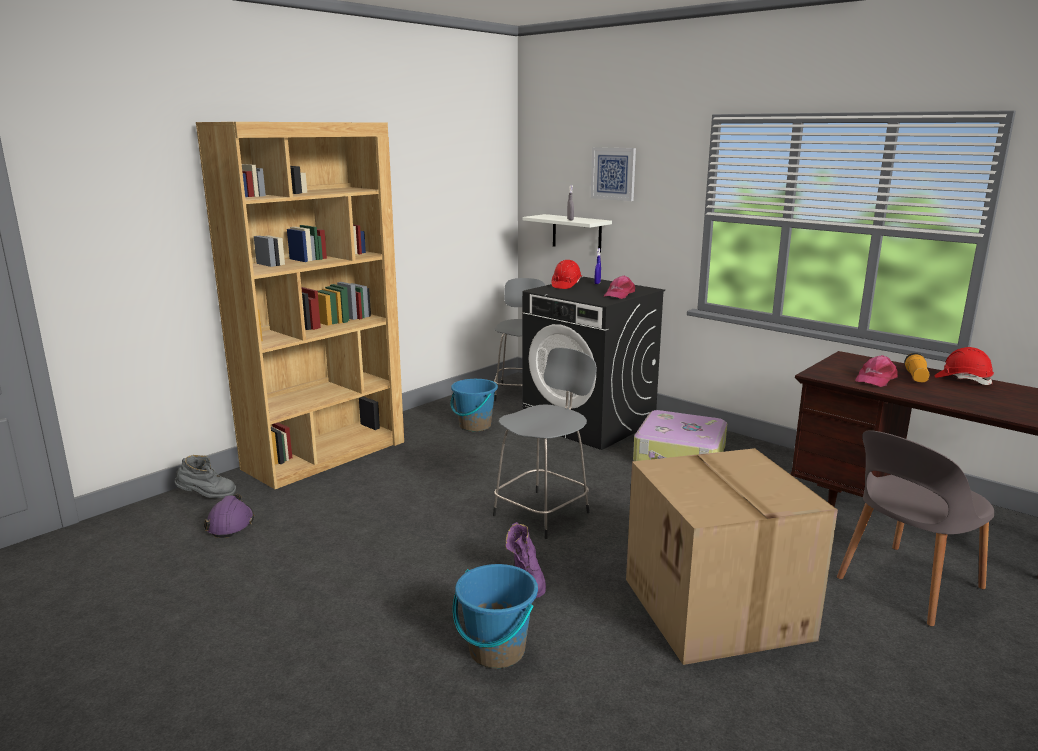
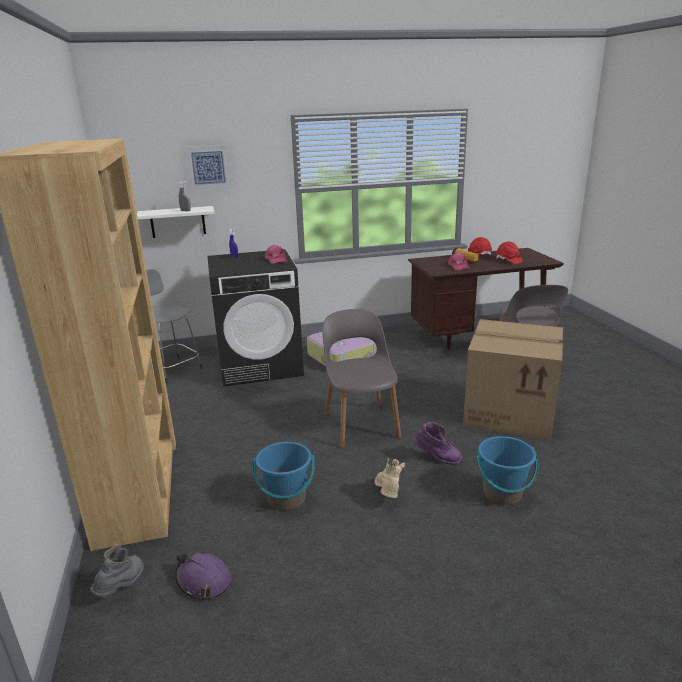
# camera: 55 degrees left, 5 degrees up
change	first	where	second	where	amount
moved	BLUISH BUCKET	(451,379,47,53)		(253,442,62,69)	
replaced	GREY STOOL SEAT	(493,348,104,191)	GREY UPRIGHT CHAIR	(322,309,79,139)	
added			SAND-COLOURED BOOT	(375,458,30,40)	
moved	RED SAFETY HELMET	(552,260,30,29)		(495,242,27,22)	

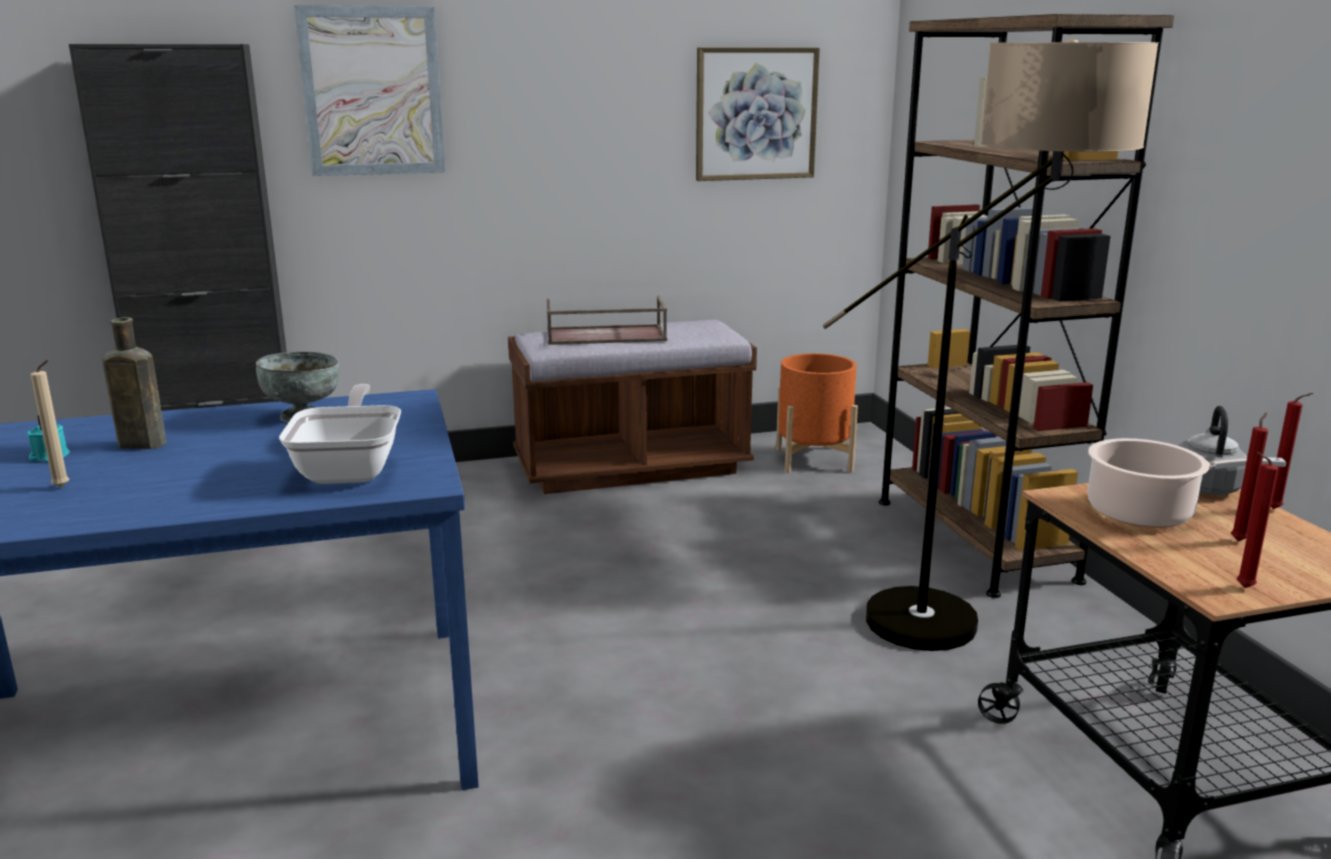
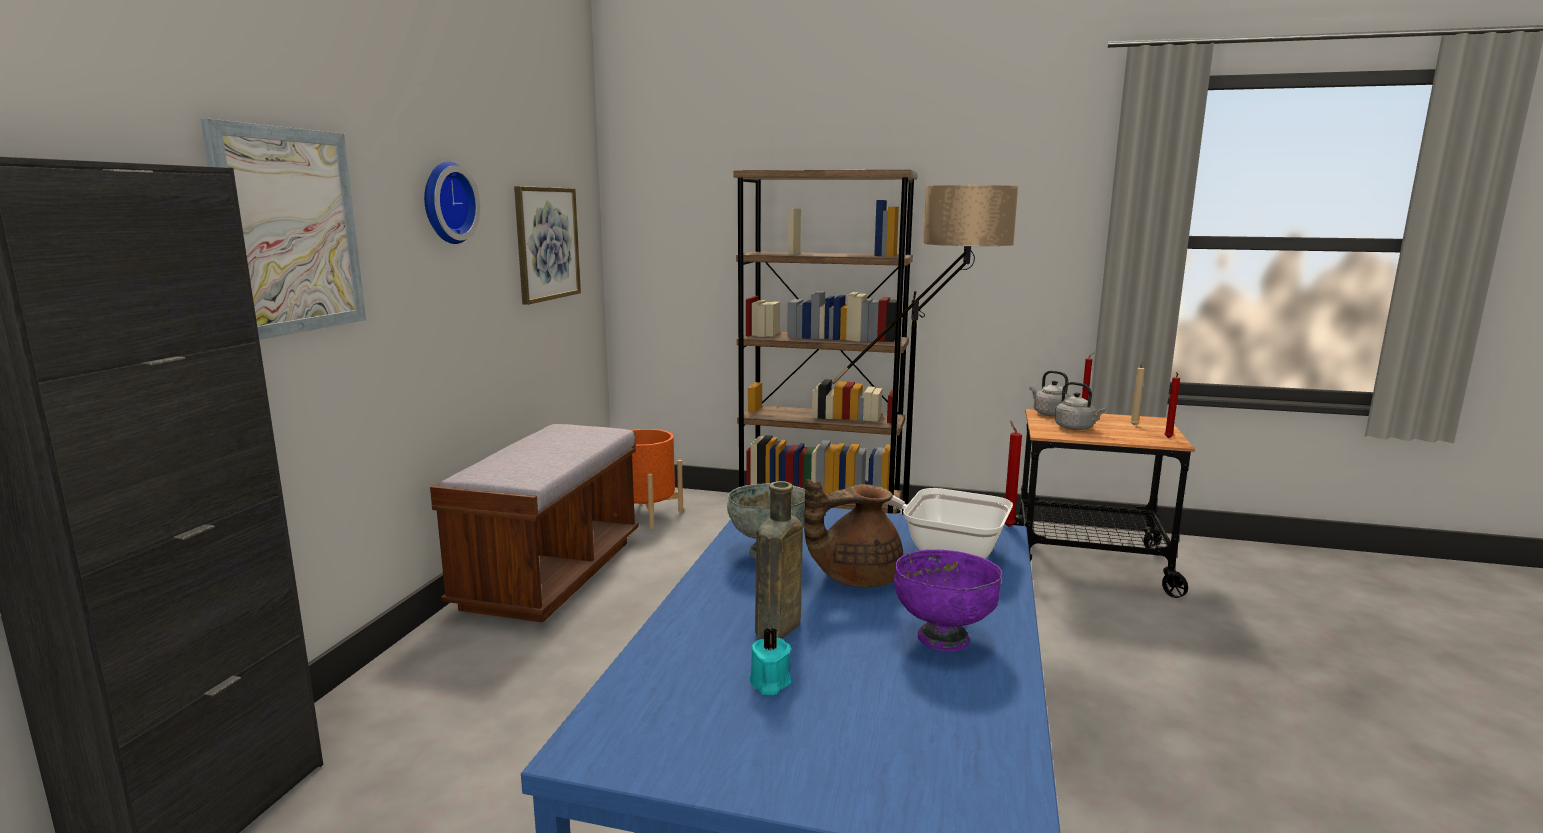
# camera: 60 degrees left, 5 degrees down
change	first	where	second	where	amount
added			HANGING CLOCK	(424,162,56,82)	
added			BROWN-COLOURED TEA POT	(804,479,99,108)	
added			PURPLE-COLOURED DEEP DISH	(894,549,108,103)	
moved	RED WAX LIGHT	(1231,412,37,129)		(1005,420,17,107)	
replaced	COOKING POT	(1088,438,198,90)	GREY KETTLE	(1055,382,51,48)	
moved	SAND-COLOURED WAX LIGHT	(30,360,39,128)		(1130,361,14,64)	
removed	BROWN-COLOURED TRAY	(547,296,120,49)			

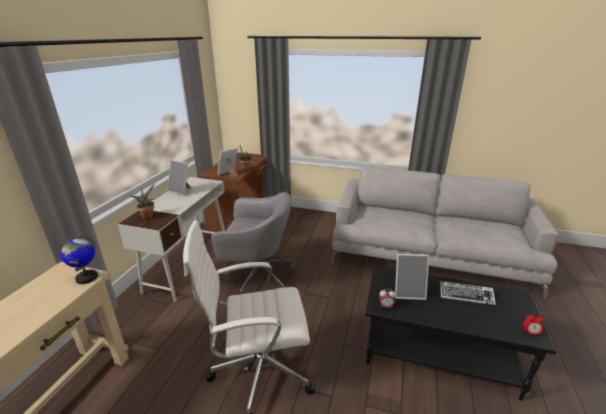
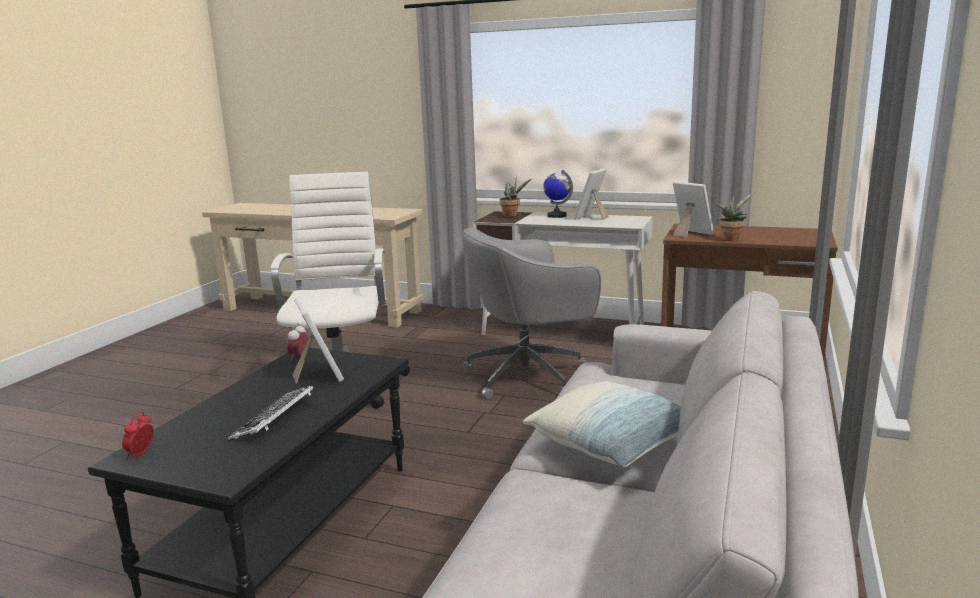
# camera: 95 degrees right, 10 degrees down
change	first	where	second	where	amount
turned	STANDING FRAME	(395,254,34,46)		(293,298,51,86)	150 degrees clockwise
turned	GREY OFFICE CHAIR	(211,192,85,102)		(462,227,139,173)	60 degrees clockwise
added			CUSHION	(523,381,158,87)	
moved	DESK GLOBE	(61,235,37,49)		(543,170,30,48)	

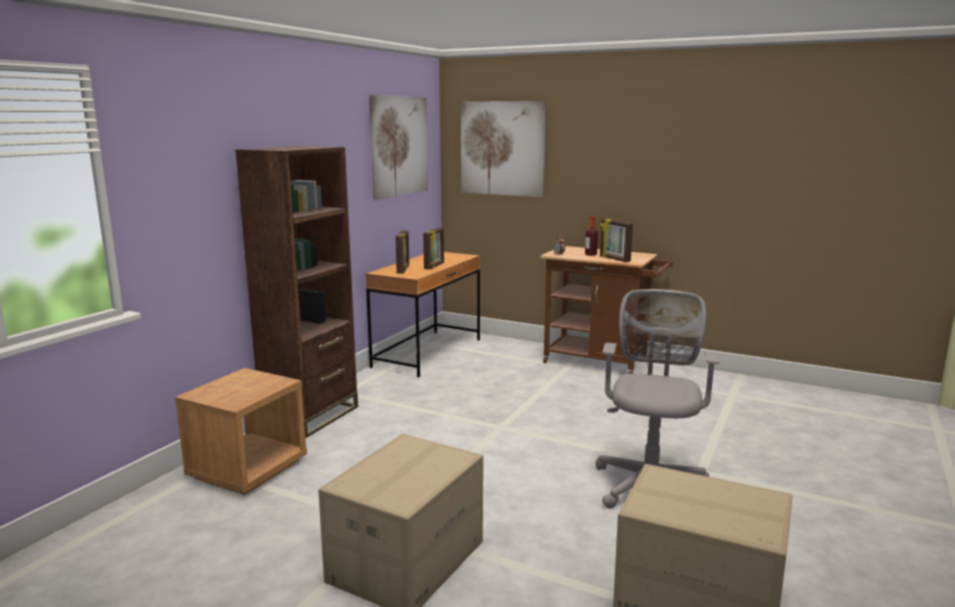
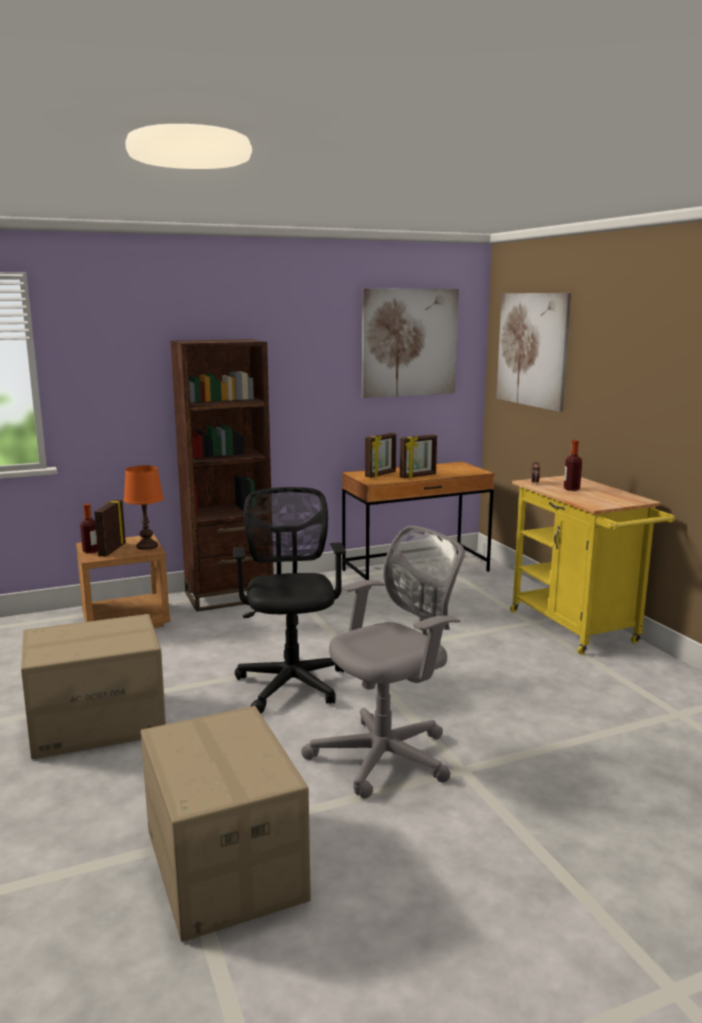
# camera: 40 degrees right, 0 degrees up
change	first	where	second	where	amount
added			DRINK BOTTLE	(80,504,18,49)	
moved	STANDING FRAME	(600,219,33,43)		(94,500,32,57)	
added			ORANGE TABLETOP LAMP	(124,465,40,85)	
added			BLACK OFFICE CHAIR	(233,487,113,227)	
recoloured	BROWN-COLOURED WHEELED CART	(540,246,133,128)	YELLOW-COLOURED WHEELED CART	(510,476,165,179)	

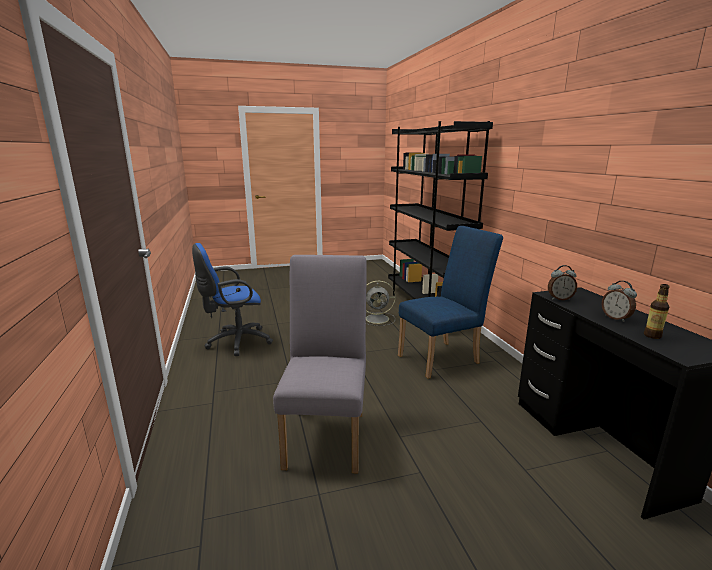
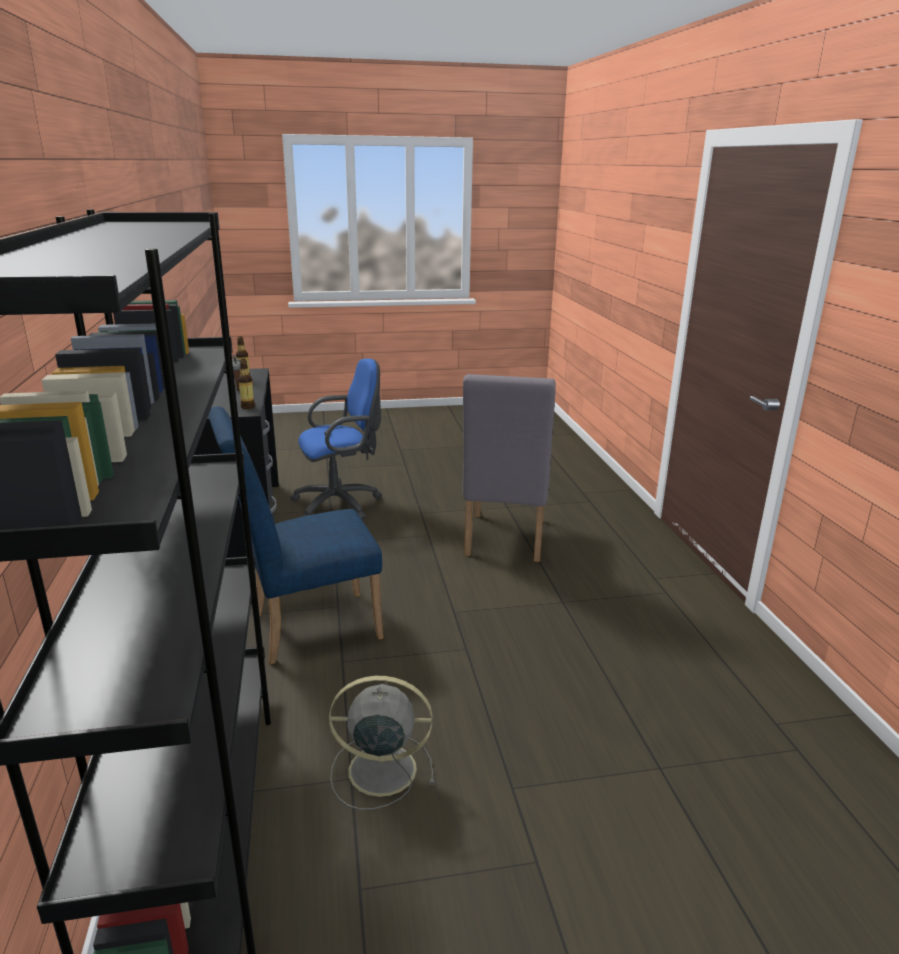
# camera: 175 degrees left, 5 degrees up
change	first	where	second	where	amount
replaced	BEDSIDE CLOCK	(548,265,29,35)	DRINK BOTTLE	(238,359,17,50)	
moved	BLUISH OFFICE CHAIR	(192,243,81,113)		(290,358,92,162)	

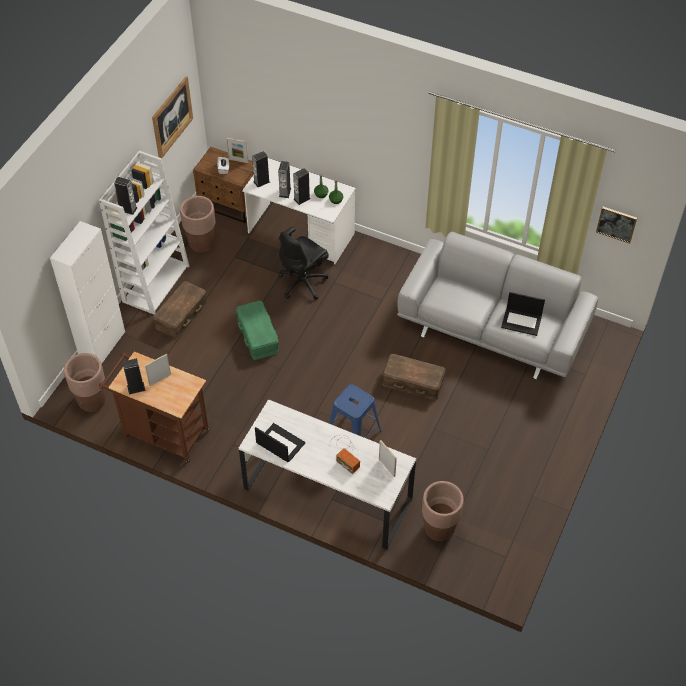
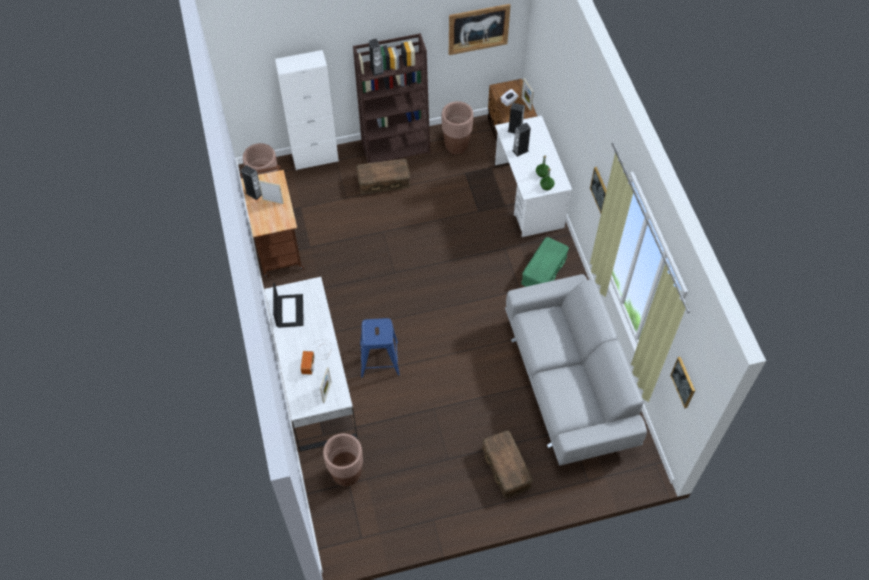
# camera: 50 degrees right, 5 degrees up
change	first	where	second	where	amount
recoloured	WHITE SHELVING UNIT	(99,151,90,164)	BROWN-COLOURED SHELVING UNIT	(353,33,77,130)	
moved	BROWN-COLOURED STORAGE BIN	(382,354,64,46)		(482,430,51,68)	
moved	GREENISH STORAGE BIN	(236,301,43,59)		(521,237,48,50)	
added			PICTURE	(590,167,16,47)	
removed	BLACK OFFICE CHAIR	(278,227,51,73)			
removed	AUDIO SPEAKER	(293,168,18,37)			
removed	LAPTOP	(501,292,44,44)			

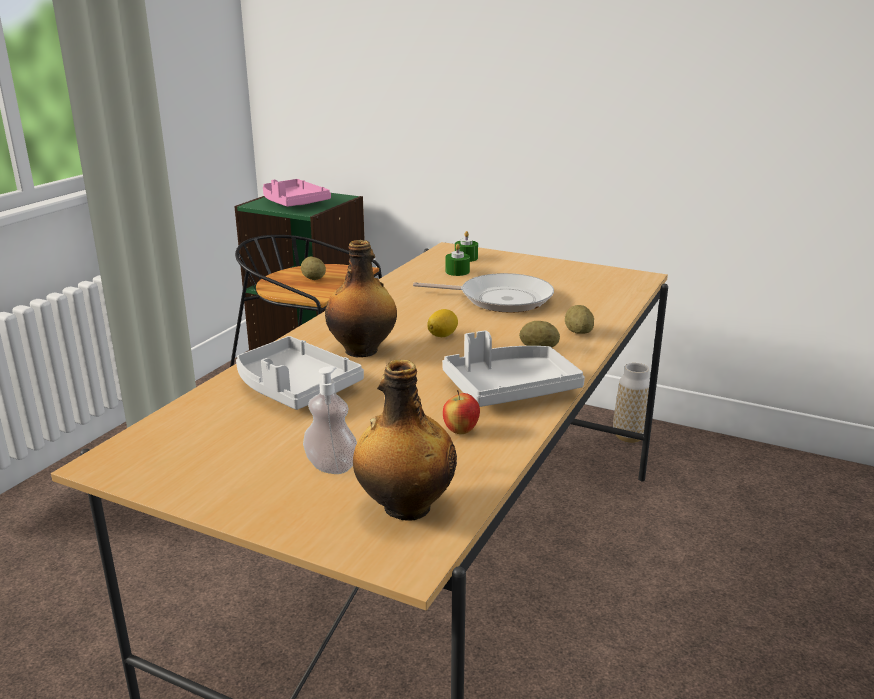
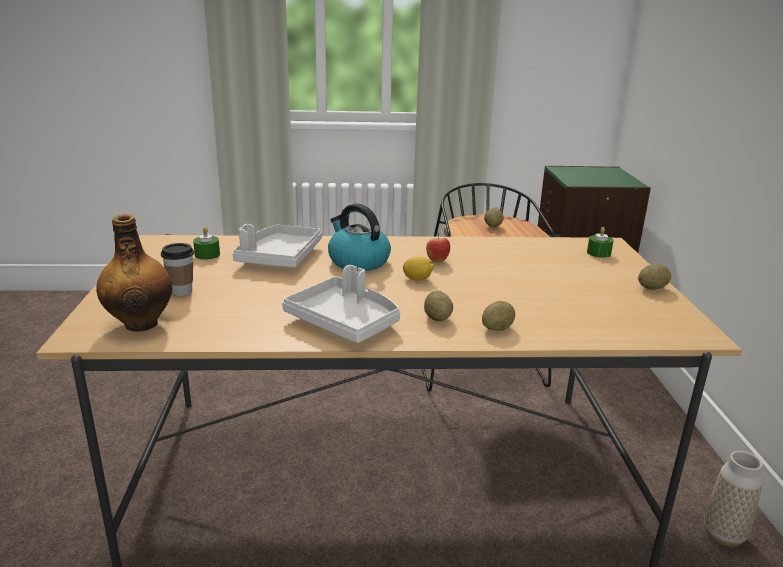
# camera: 60 degrees right, 0 degrees up
change	first	where	second	where	amount
replaced	SOAP BOTTLE	(303,366,54,108)	CUP	(161,243,33,53)	
moved	GREENISH WAX LIGHT	(445,244,25,32)		(193,227,27,33)	
replaced	DRINK BOTTLE	(325,240,72,117)	KETTLE	(328,204,63,67)	
moved	APPLE	(443,390,37,44)		(426,233,24,30)	
added			POTATO	(638,264,33,26)	
removed	PINK-COLOURED TRAY	(263,179,68,28)			
removed	PAN	(413,273,141,40)			

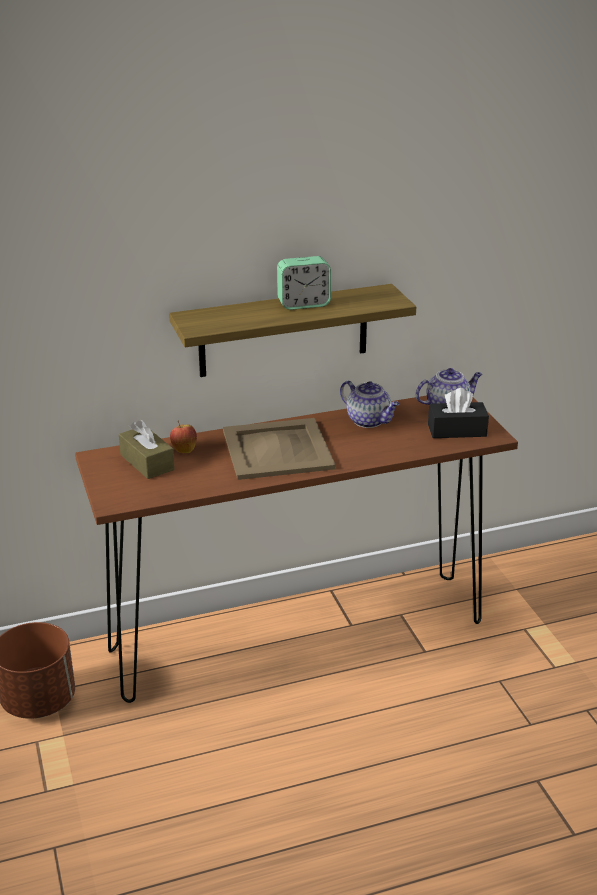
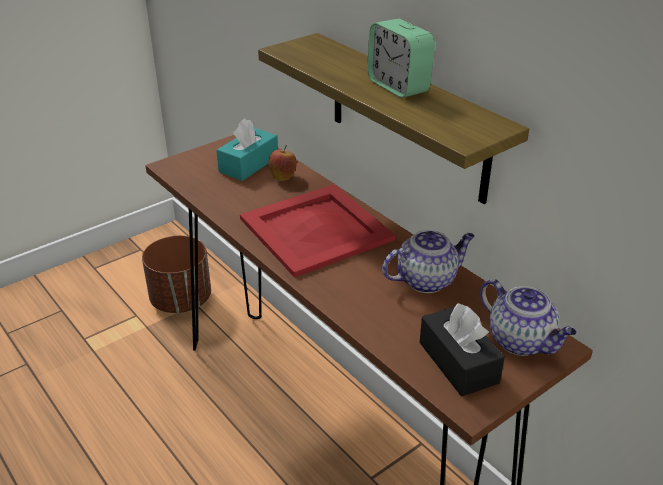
# camera: 70 degrees right, 5 degrees up
change	first	where	second	where	amount
recoloured	BROWN-COLOURED TISSUE HOLDER	(119,420,56,59)	TURQUOISE TISSUE HOLDER	(216,118,62,63)	
recoloured	SAND-COLOURED TRAY	(223,418,113,62)	RED TRAY	(240,184,155,94)	
turned	TEA POT	(340,380,60,48)		(382,230,93,63)	135 degrees counterclockwise

